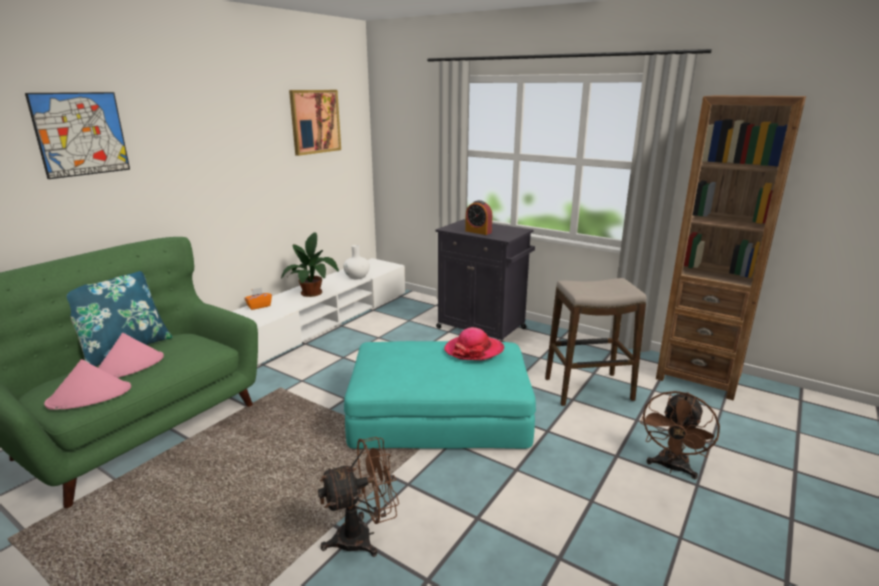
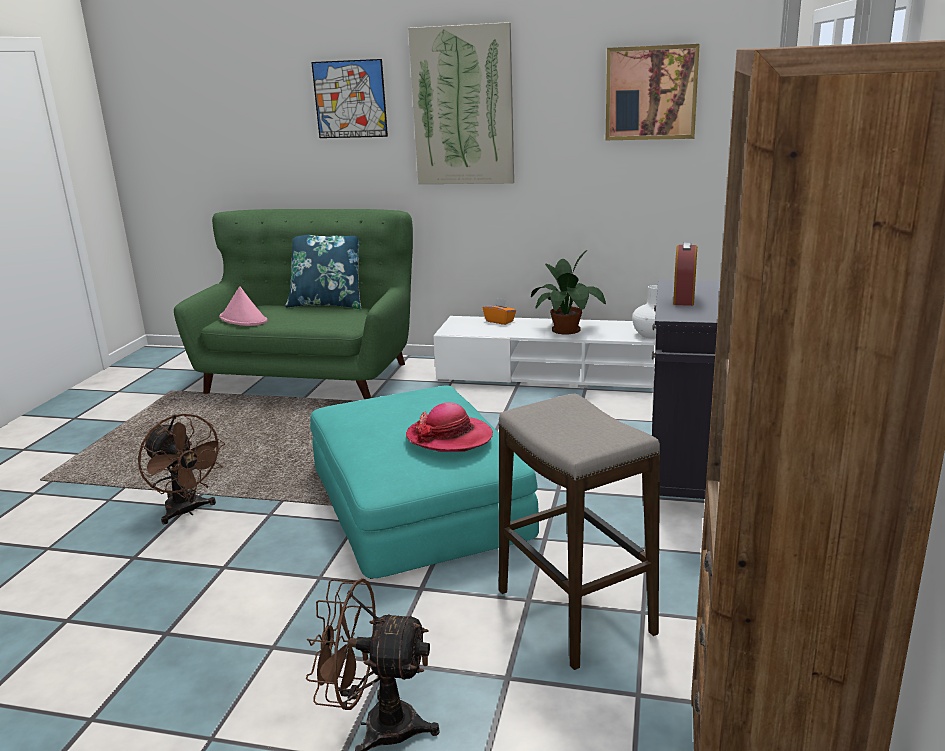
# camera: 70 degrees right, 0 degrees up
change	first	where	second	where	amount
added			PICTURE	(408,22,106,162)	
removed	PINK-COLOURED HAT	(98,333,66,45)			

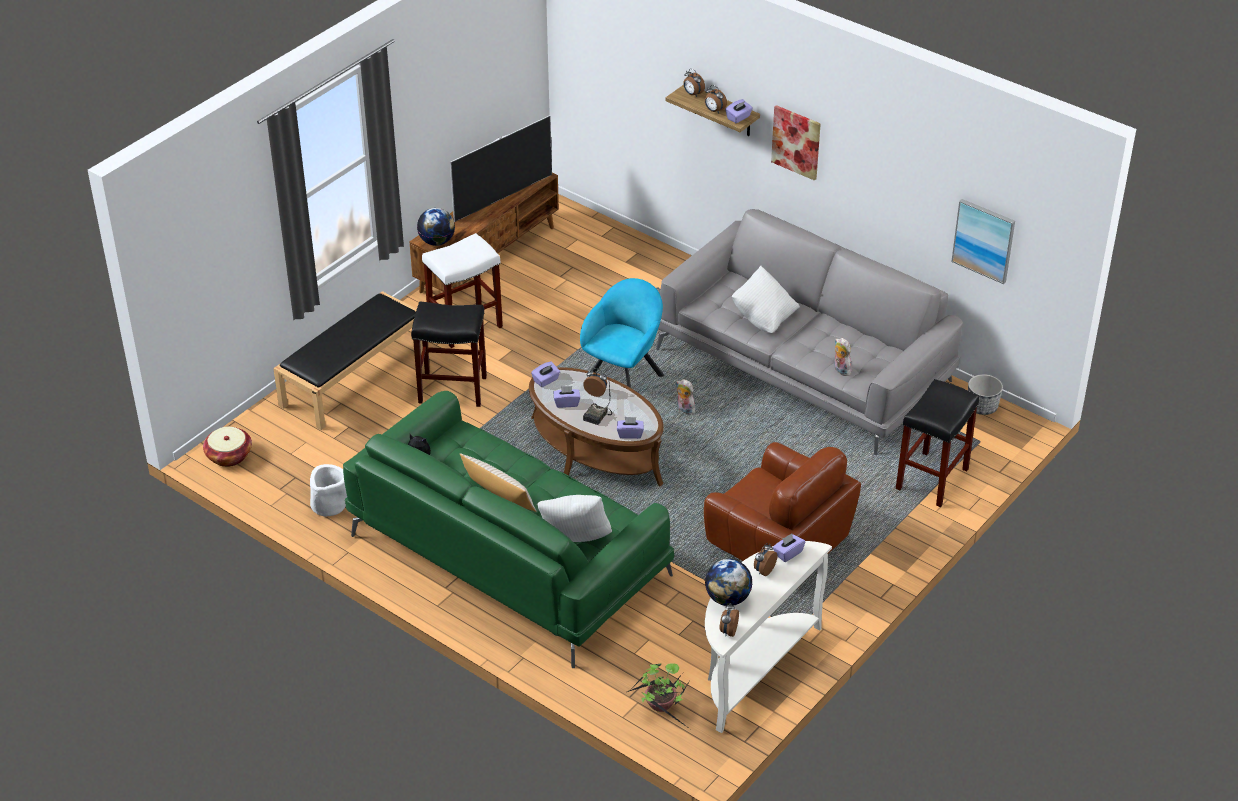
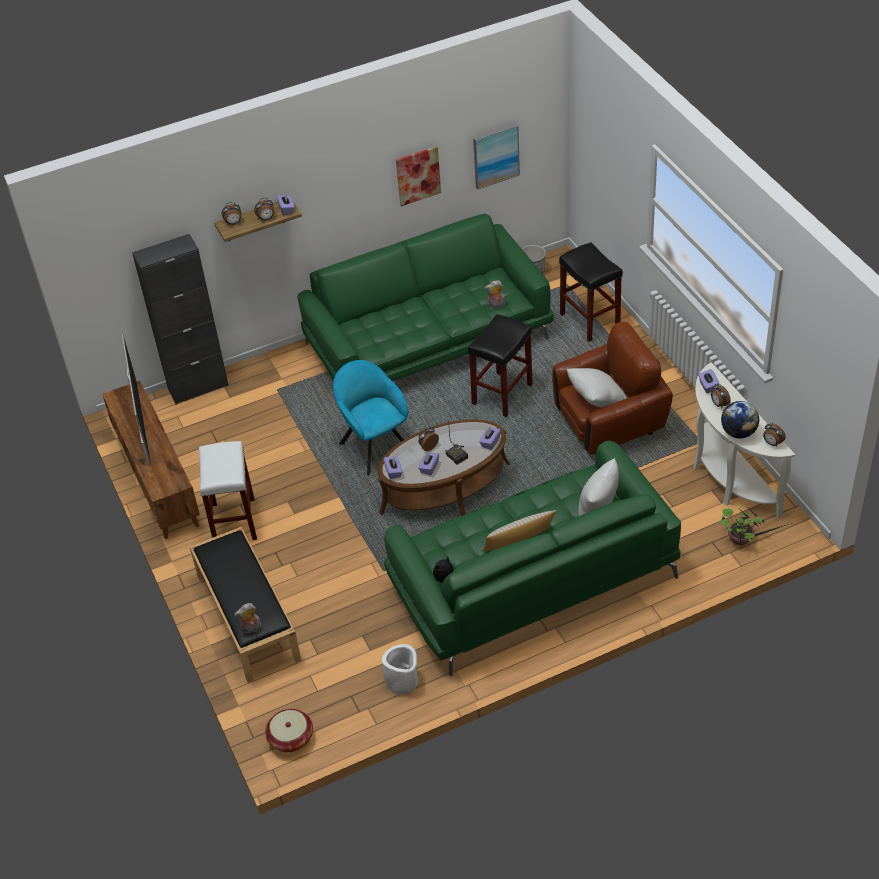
# camera: 60 degrees left, 5 degrees up
change	first	where	second	where	amount
added			BLACK CABINET	(132,234,97,170)	
moved	SOFT TOY	(676,379,21,36)		(234,603,27,31)	
recoloured	GREY COUCH	(656,209,307,246)	GREENISH COUCH	(297,214,257,167)	
moved	PICTURE	(771,105,50,76)		(396,146,45,60)	
moved	BLACK STOOL SEAT	(411,301,76,106)		(468,314,65,103)	
moved	WHITE CUSHION	(731,266,69,67)		(567,368,60,39)	
removed	DESK GLOBE	(417,208,38,38)			

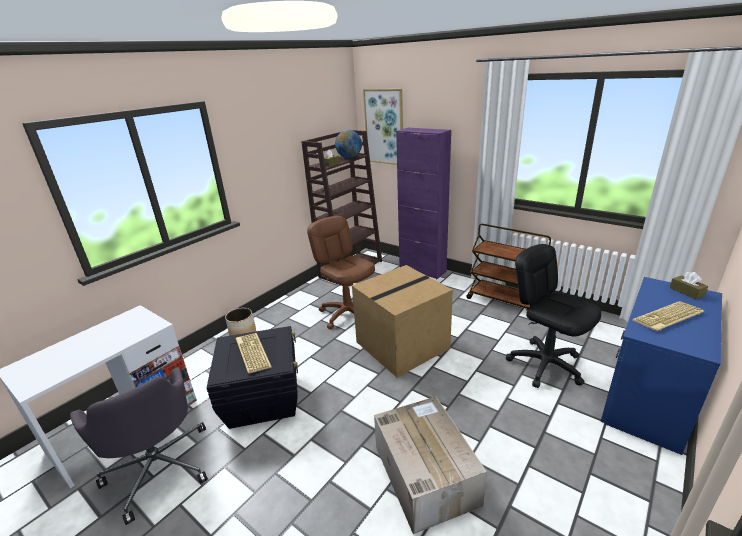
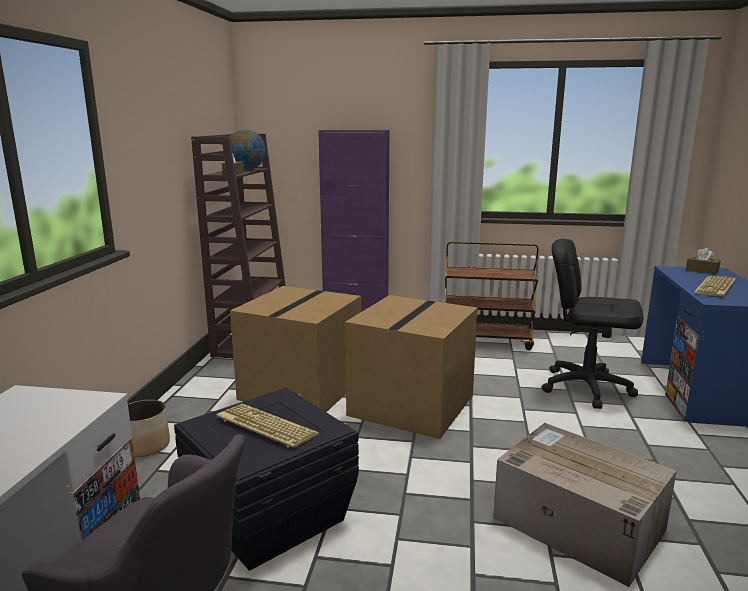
# camera: 30 degrees left, 10 degrees down
change	first	where	second	where	amount
replaced	BROWN-COLOURED OFFICE CHAIR	(307,216,68,113)	CARDBOARD BOX	(230,286,131,126)	
removed	PICTURE	(363,89,40,76)			

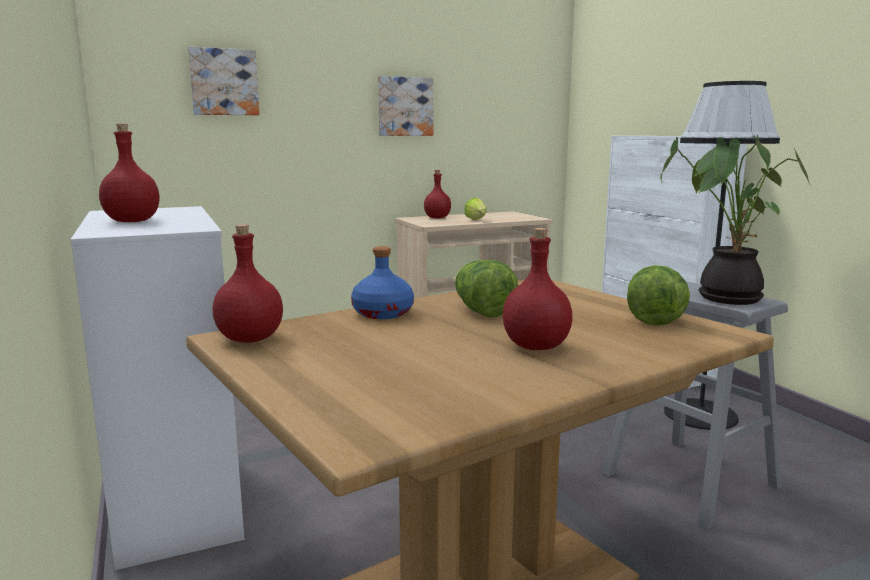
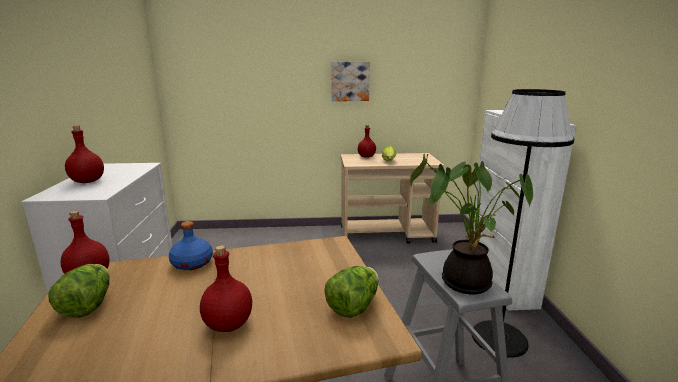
# camera: 20 degrees right, 5 degrees up
change	first	where	second	where	amount
moved	LETTUCE	(455,260,63,57)		(48,264,62,54)	
removed	PICTURE	(188,47,72,68)			

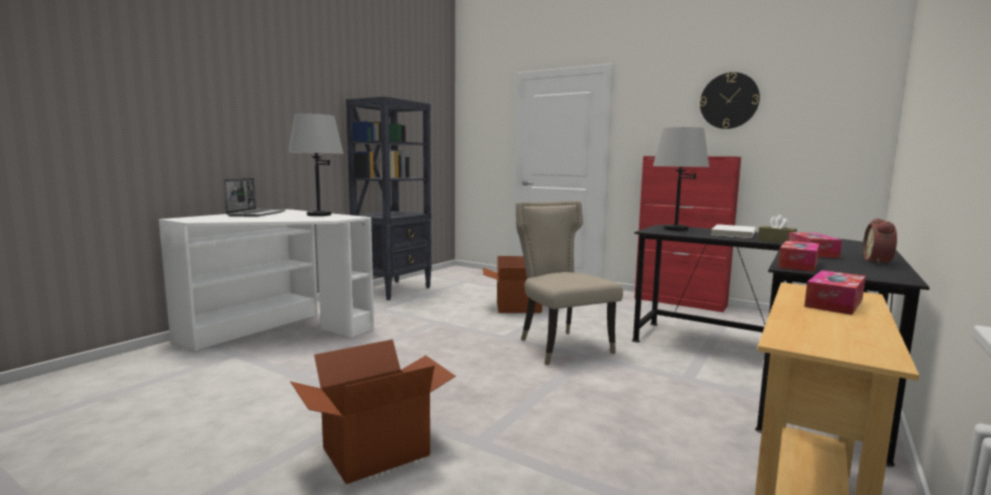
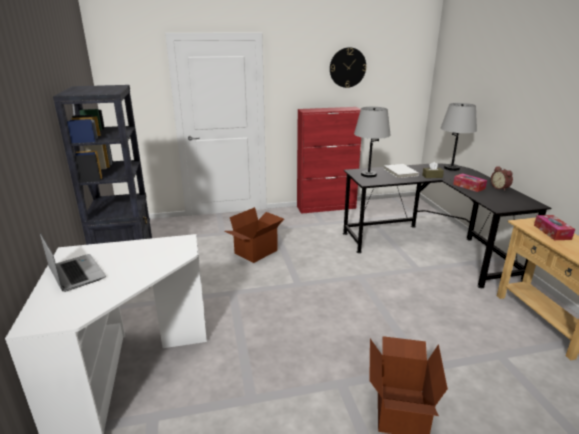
# camera: 45 degrees left, 15 degrees up
change	first	where	second	where	amount
moved	GREY TABLETOP LAMP	(288,114,56,102)		(441,103,36,68)	
removed	SAND-COLOURED UPRIGHT CHAIR	(516,200,107,165)			
removed	TISSUE HOLDER	(778,241,41,31)			

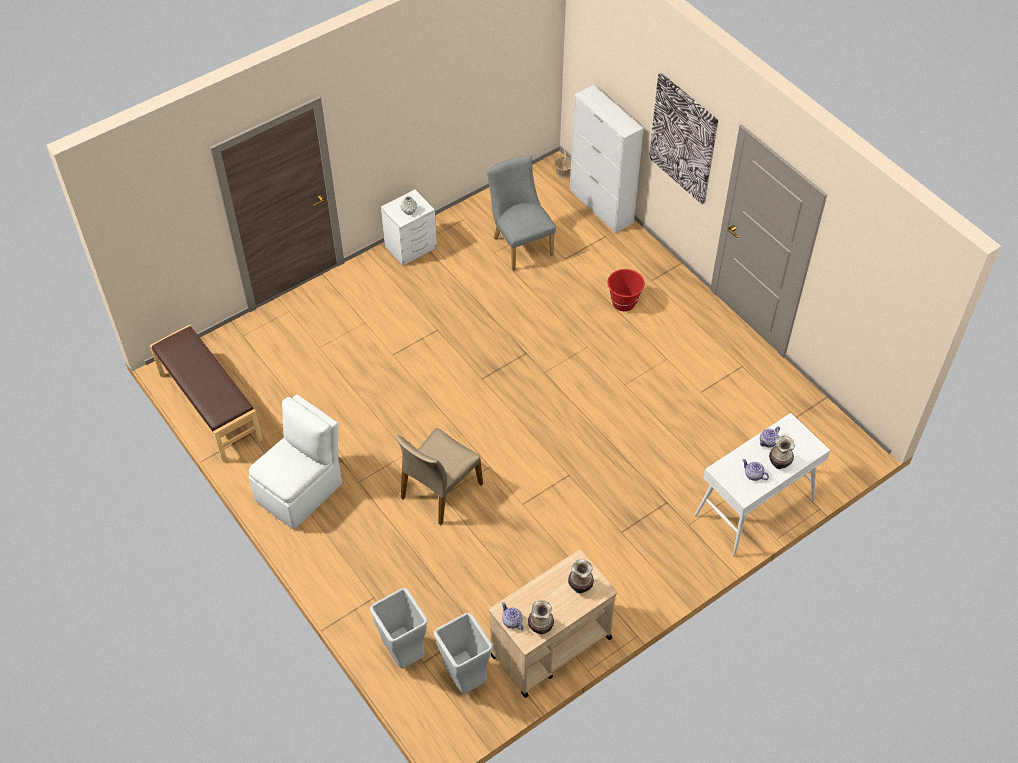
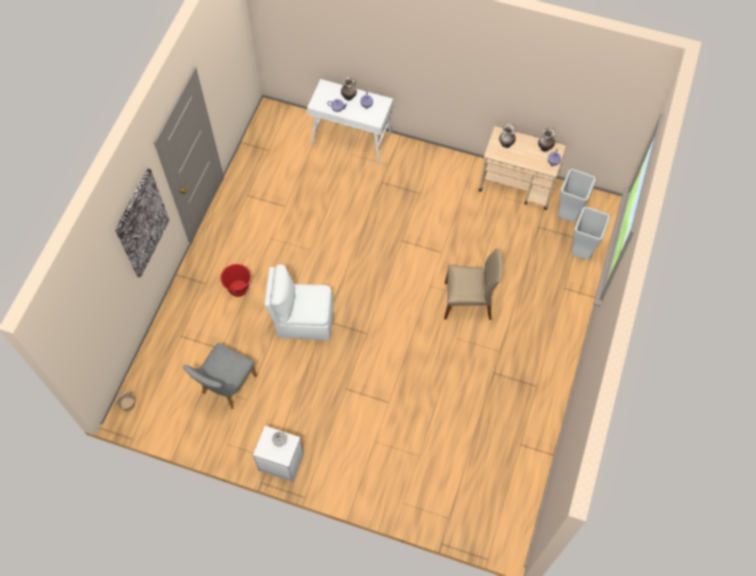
# camera: 125 degrees left, 10 degrees up
change	first	where	second	where	amount
moved	WHITE UPRIGHT CHAIR	(248,395,94,134)		(264,265,69,75)	
removed	BROWN-COLOURED LONG SEAT	(150,325,113,137)			
removed	WHITE CABINET	(570,85,74,148)			

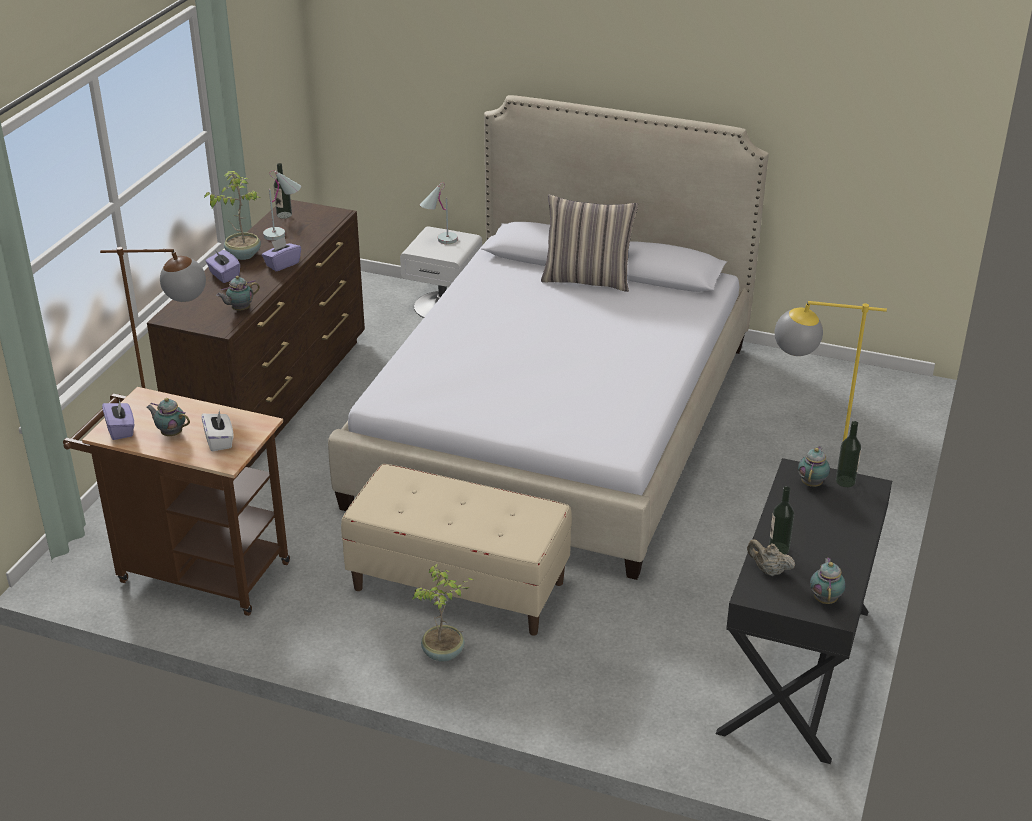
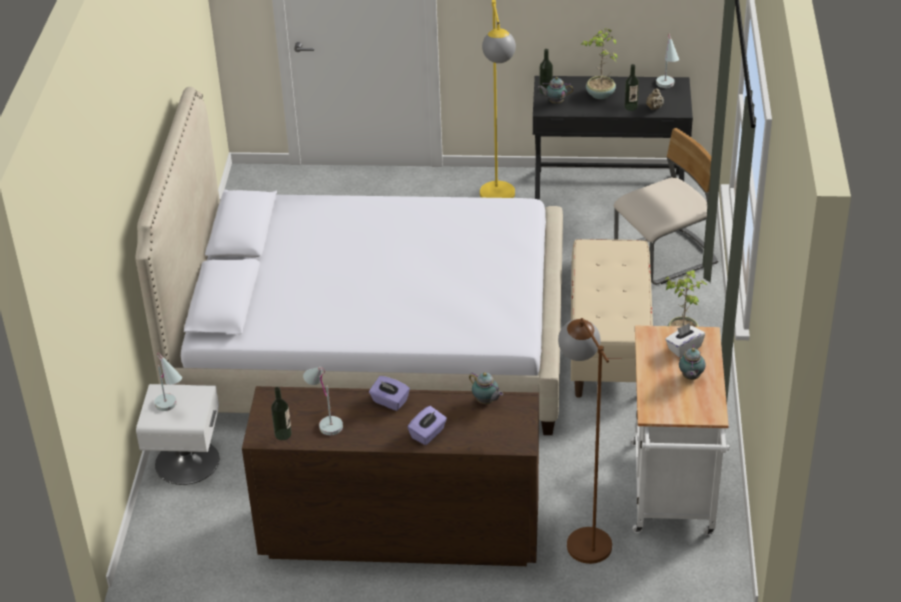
# camera: 105 degrees left, 5 degrees up
change	first	where	second	where	amount
moved	POTTED PLANT	(204,171,57,89)		(581,28,36,71)	
added			SAND-COLOURED UPRIGHT CHAIR	(614,128,104,157)	
recoloured	BROWN-COLOURED WHEELED CART	(63,387,227,229)	WHITE WHEELED CART	(630,326,100,209)	
replaced	TEA POT	(810,558,36,46)	WHITE TABLETOP LAMP	(656,34,23,54)	
removed	PURPLE-COLOURED TISSUE HOLDER	(102,400,32,40)			
removed	CUSHION	(541,195,97,97)			

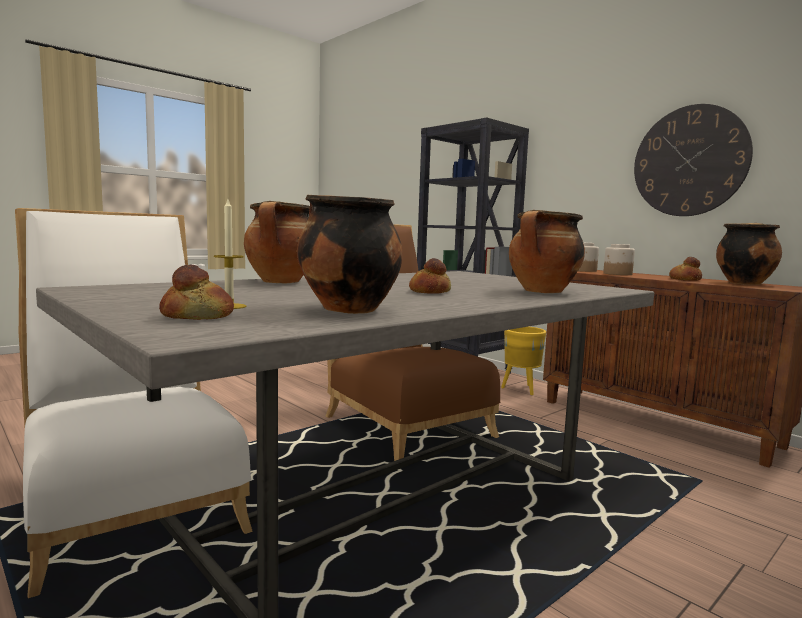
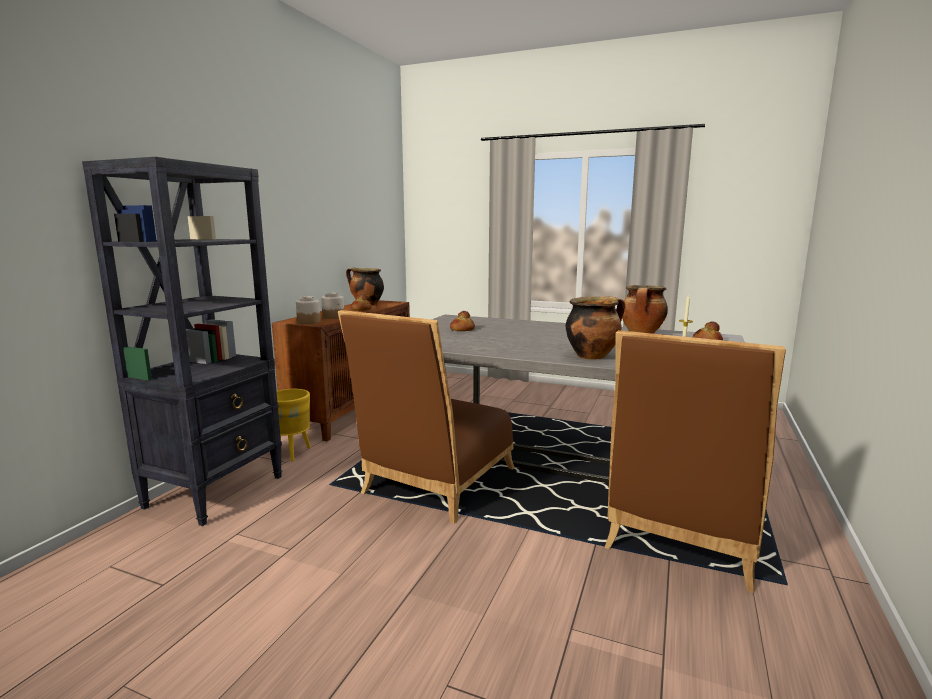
# camera: 115 degrees left, 5 degrees up
change	first	where	second	where	amount
moved	BREAD	(409,258,42,36)		(450,311,25,20)	
recoloured	WHITE UPRIGHT CHAIR	(15,208,238,390)	BROWN-COLOURED UPRIGHT CHAIR	(605,330,181,263)	
removed	COOKING POT	(509,210,76,83)			
removed	HANGING CLOCK	(634,104,119,112)			

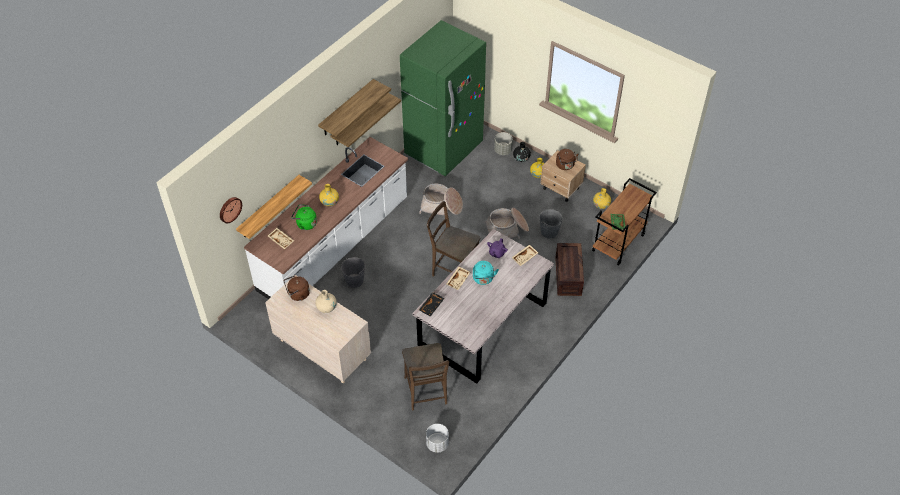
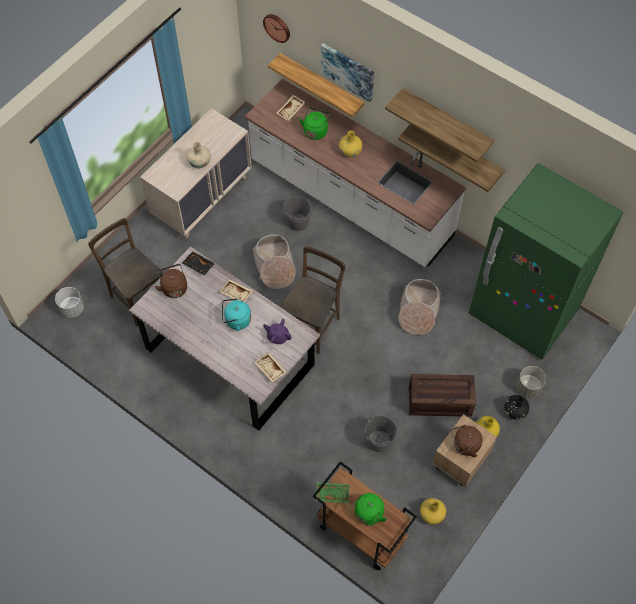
# camera: 90 degrees right, 10 degrees up
change	first	where	second	where	amount
turned	BROWN-COLOURED UPRIGHT CHAIR	(402,343,47,67)		(88,218,75,109)	60 degrees clockwise
moved	BROWN-COLOURED KETTLE	(284,275,26,26)		(155,264,32,34)	
moved	BASKET	(484,208,45,31)		(252,234,44,55)	
added			PICTURE	(321,43,53,59)	
added			GREENISH KETTLE	(350,493,37,33)	
moved	CRATE	(555,243,29,53)		(409,374,67,43)	

